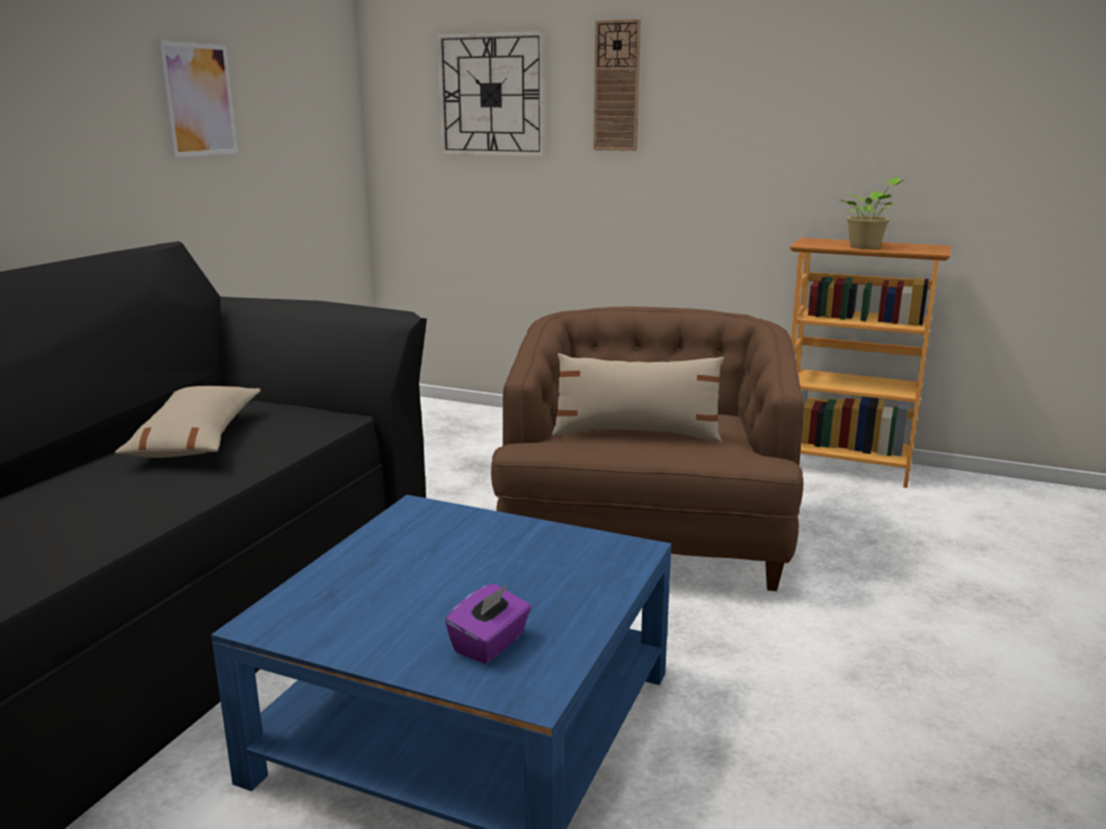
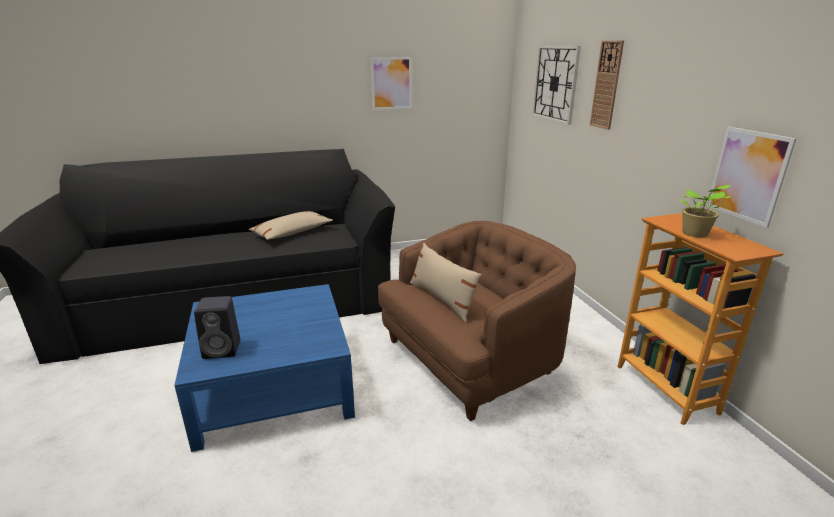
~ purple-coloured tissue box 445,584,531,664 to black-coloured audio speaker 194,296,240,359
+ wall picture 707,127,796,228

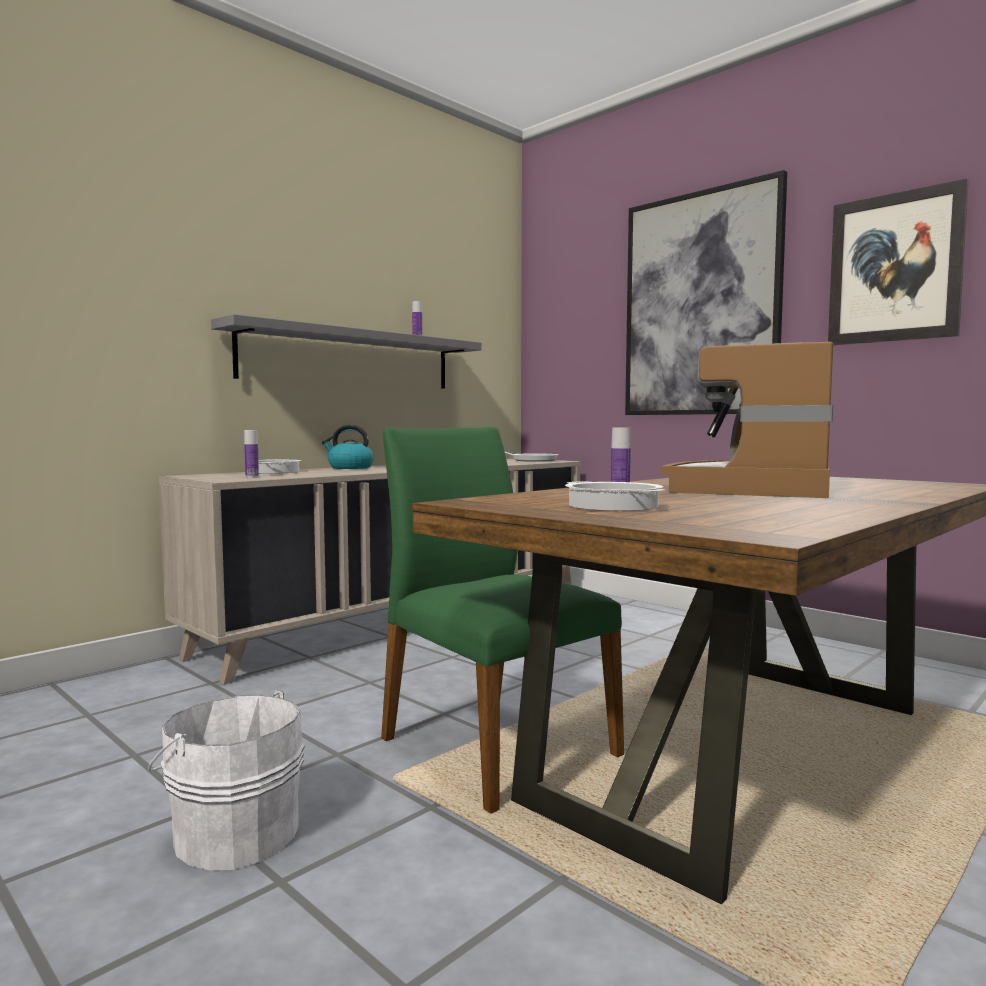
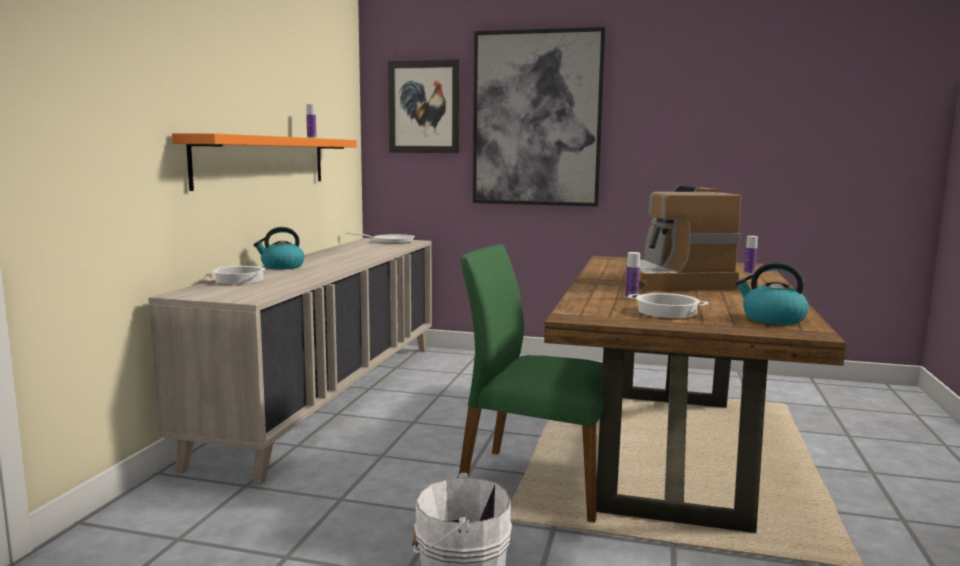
~ wall picture 828,179,969,345 to 388,60,460,153
~ gray wall shelf 211,314,481,389 to orangey wall shelf 172,133,357,191
~ beverage bottle 244,430,259,477 to 744,236,758,274
+ tea kettle 735,262,809,325

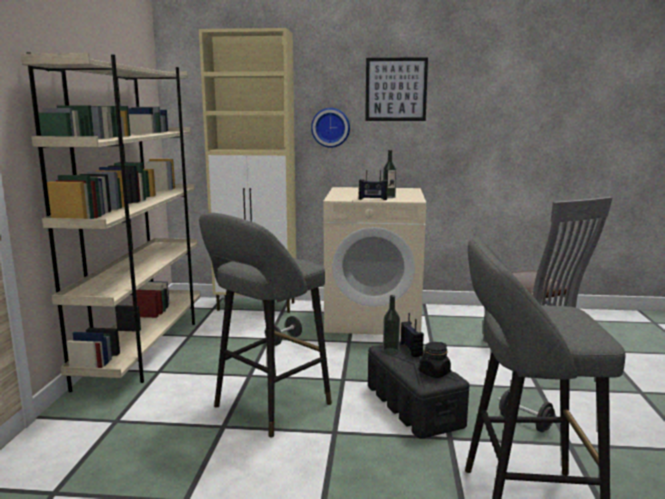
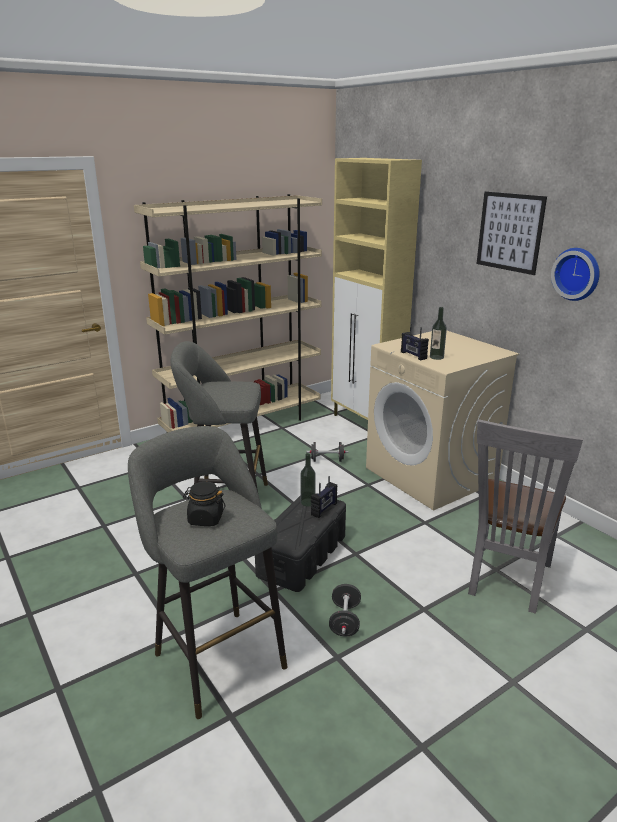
~ hanging clock 311,108,350,148 to 551,248,600,301
~ black-coloured preserve jar 419,342,451,378 to 183,481,226,526

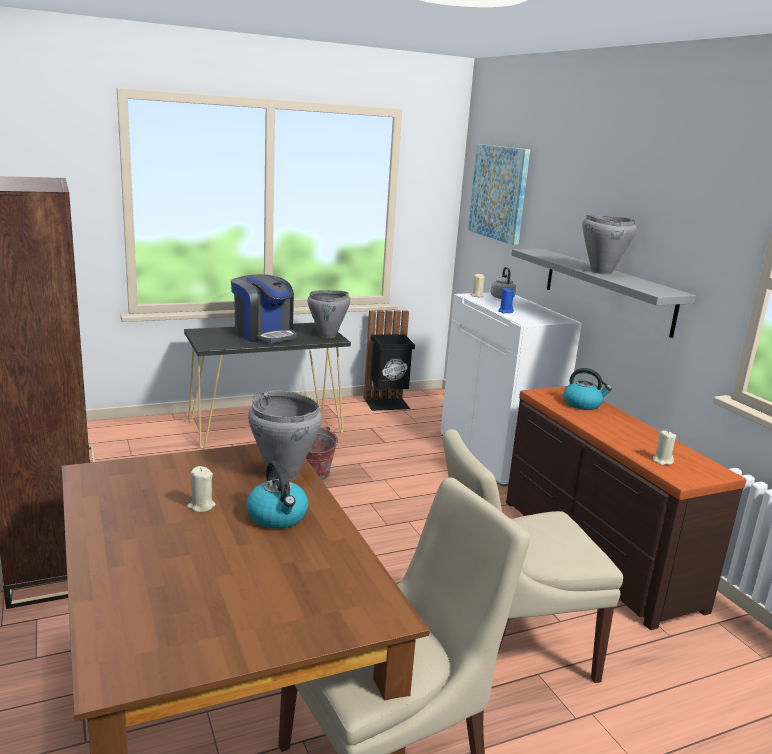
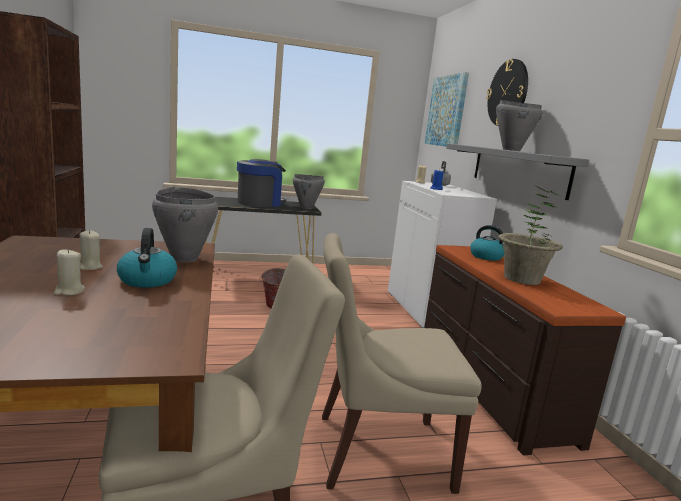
~ coffee machine 231,274,297,343 = 237,159,286,207 105 degrees counterclockwise
- black-coloured waste bin 364,311,415,411
~ sand-coloured candle 653,431,676,465 to 54,249,85,295
+ hanging clock 486,59,528,126
+ houseplant 498,185,563,285

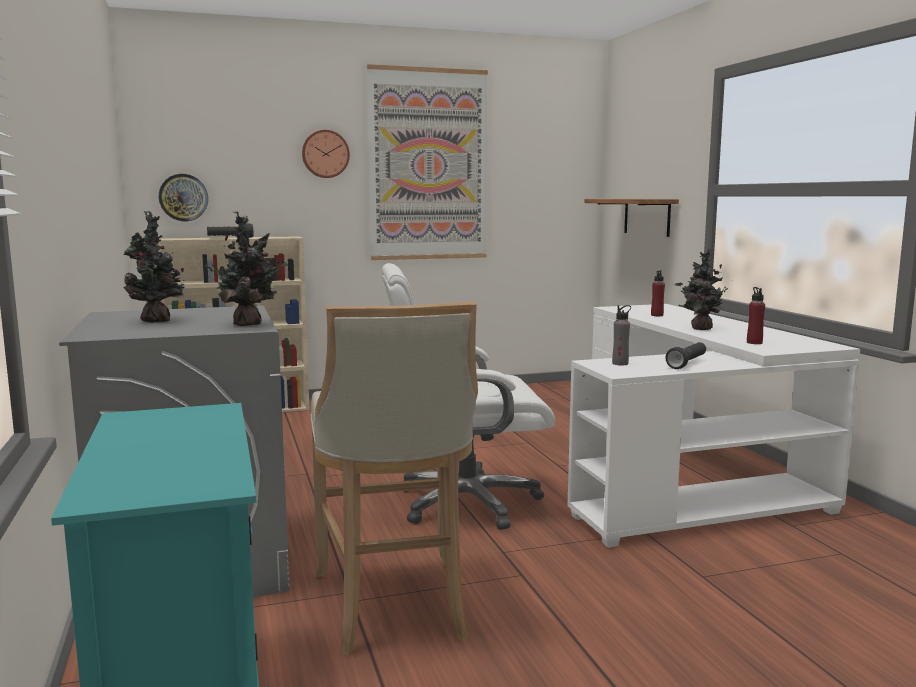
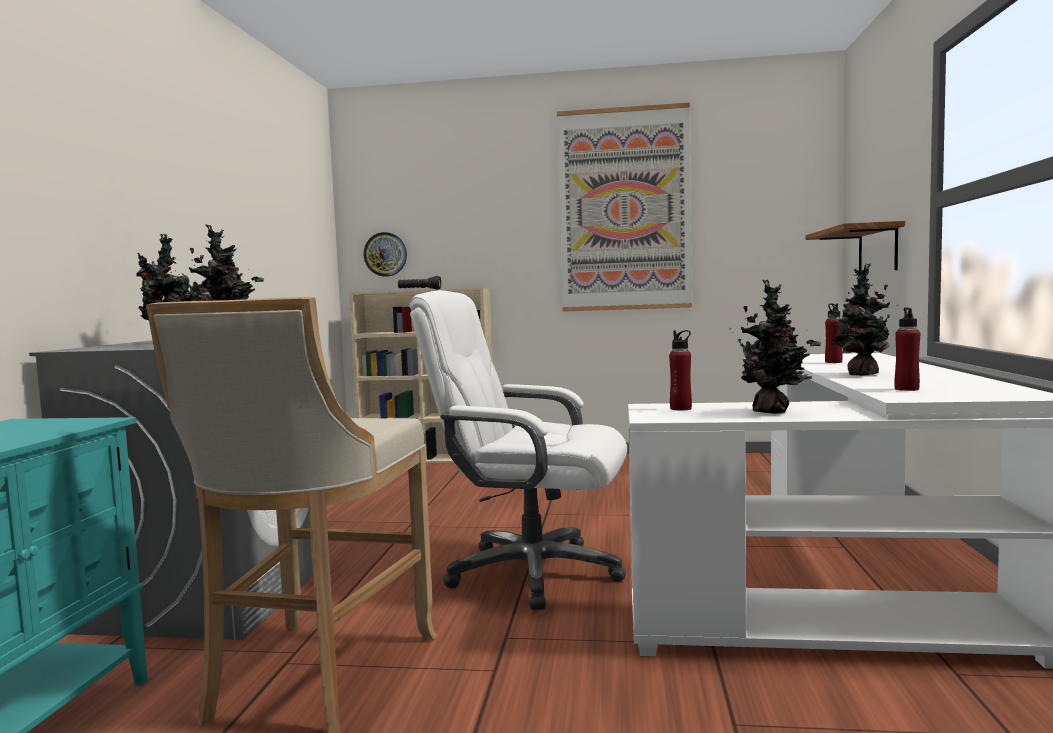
- hanging clock 302,130,350,178
~ gray beverage bottle 612,305,631,365 to reddish beverage bottle 669,330,692,410
~ black-coloured flashlight 665,342,706,369 to houseplant 730,279,821,414

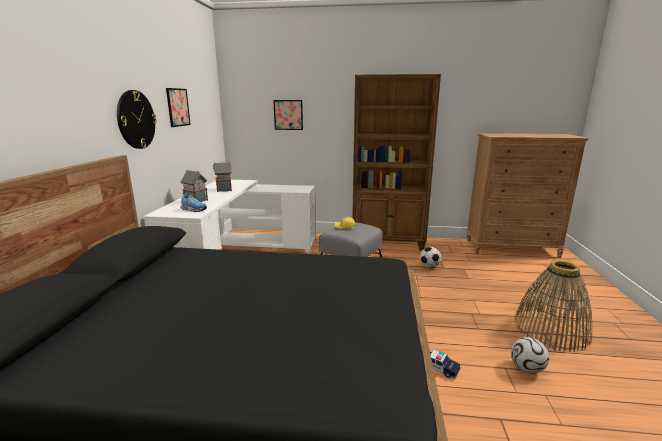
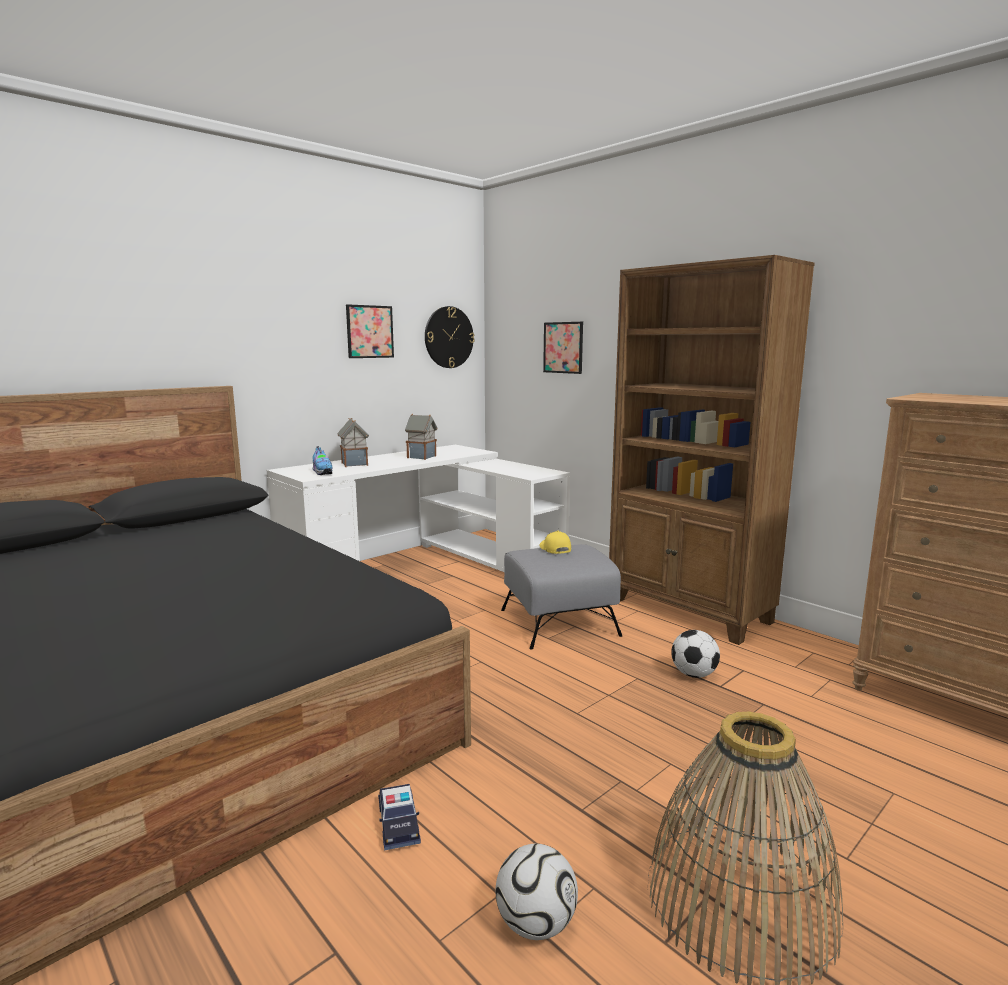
~ hanging clock 117,90,157,149 to 425,306,475,368

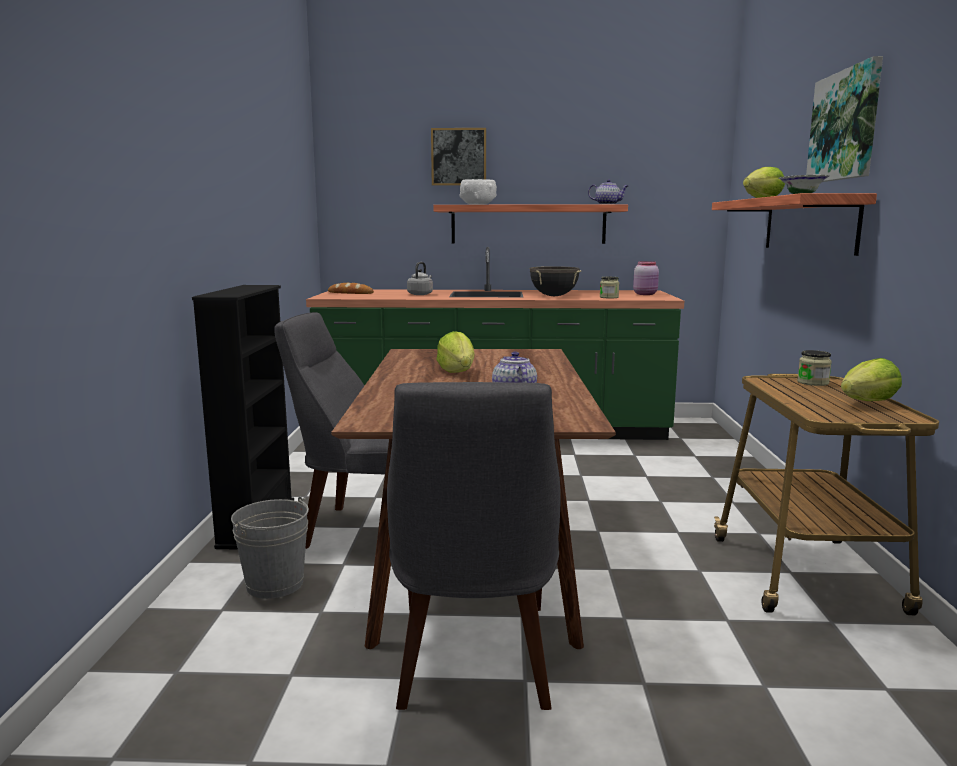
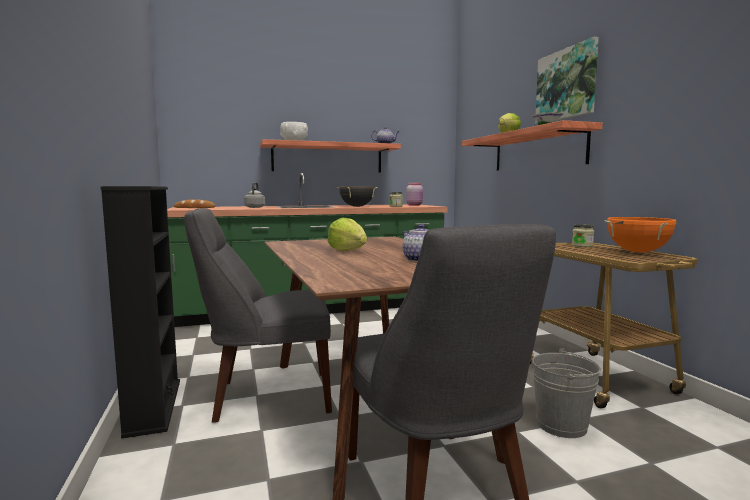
- wall picture 431,128,486,186
~ lettuce head 841,358,902,401 to orangey cooking pot 604,217,676,253
~ gray water bucket 231,497,309,599 to 532,348,601,438

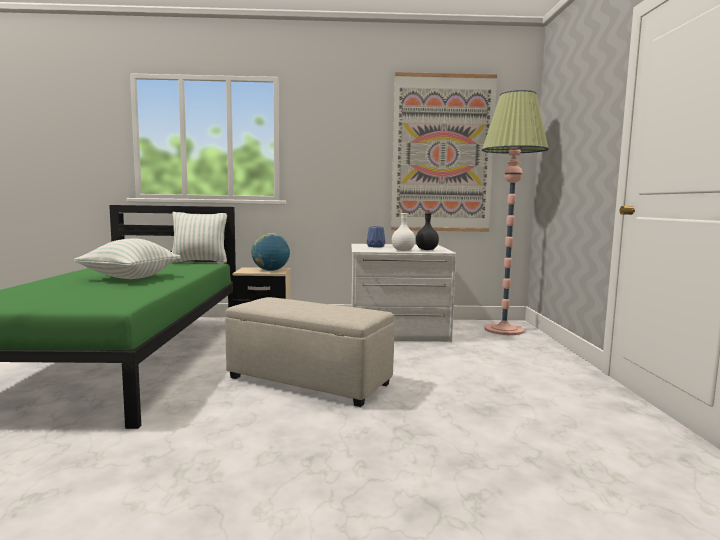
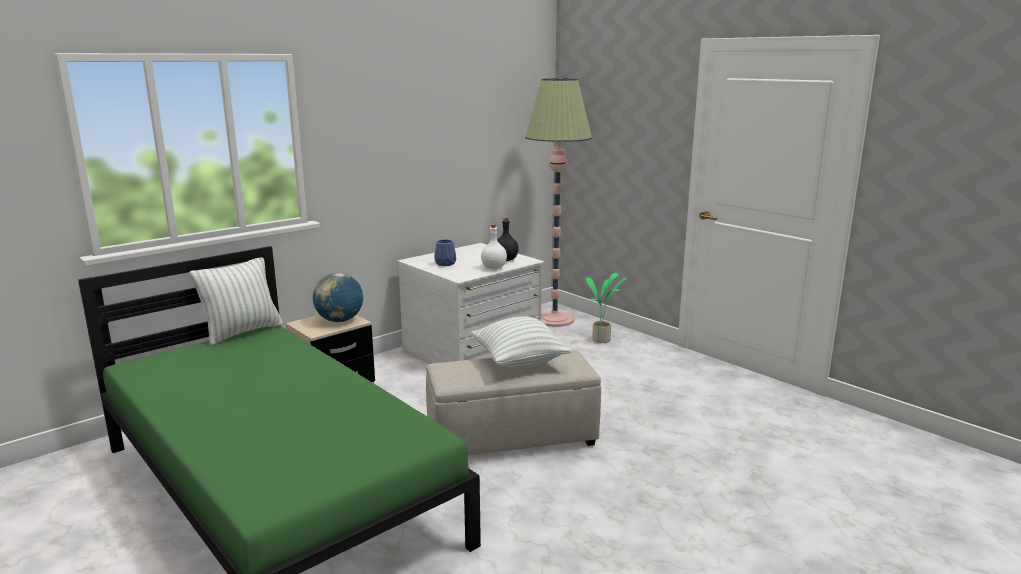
- wall picture 391,72,497,232
~ throw pillow 74,239,181,279 to 471,316,571,368
+ houseplant 586,273,626,343

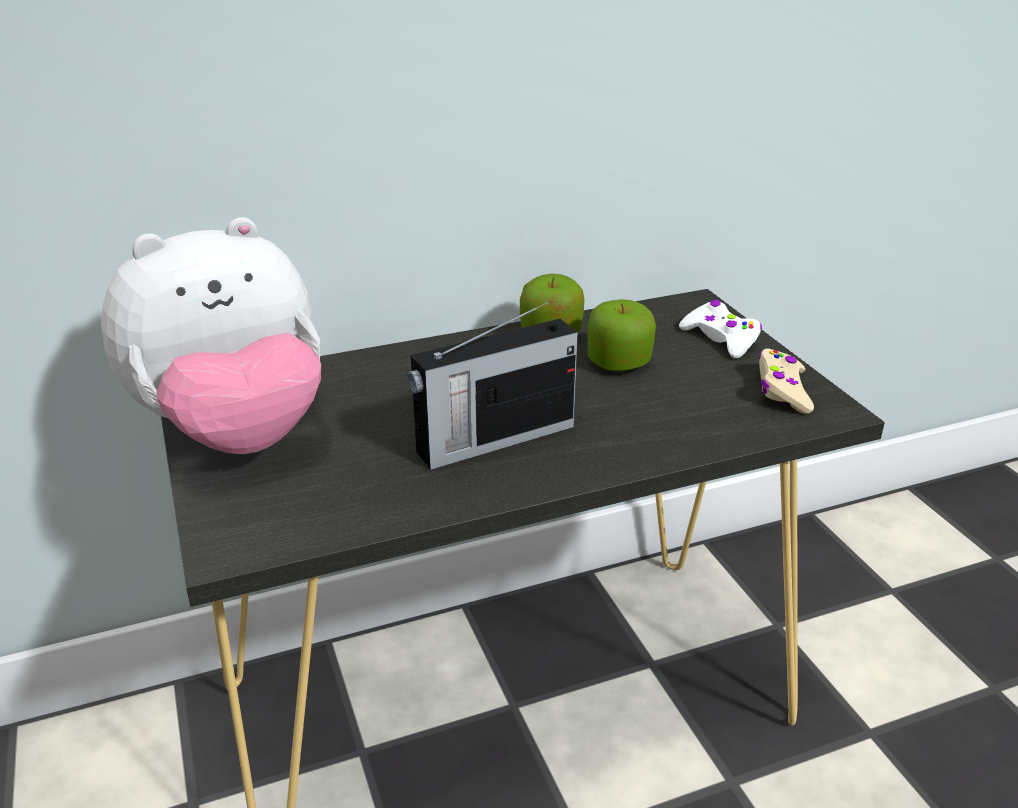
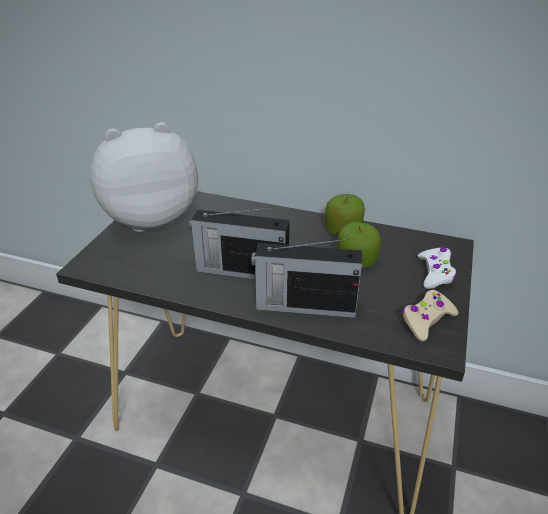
~ cuddly toy 101,217,321,454 = 90,122,198,232 150 degrees clockwise
+ radio set 251,239,362,318

